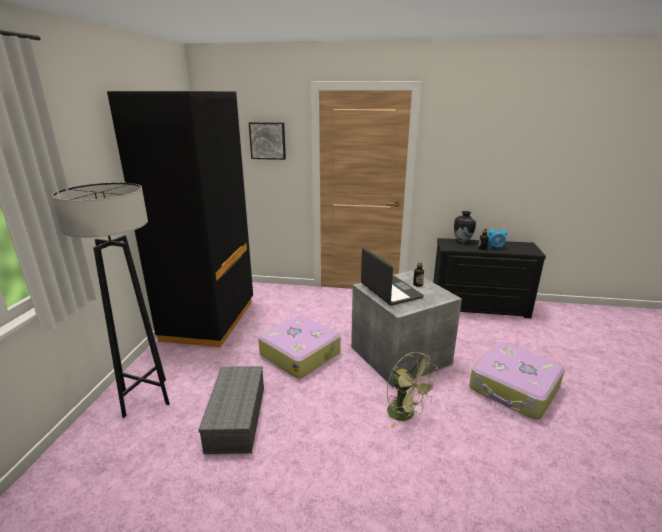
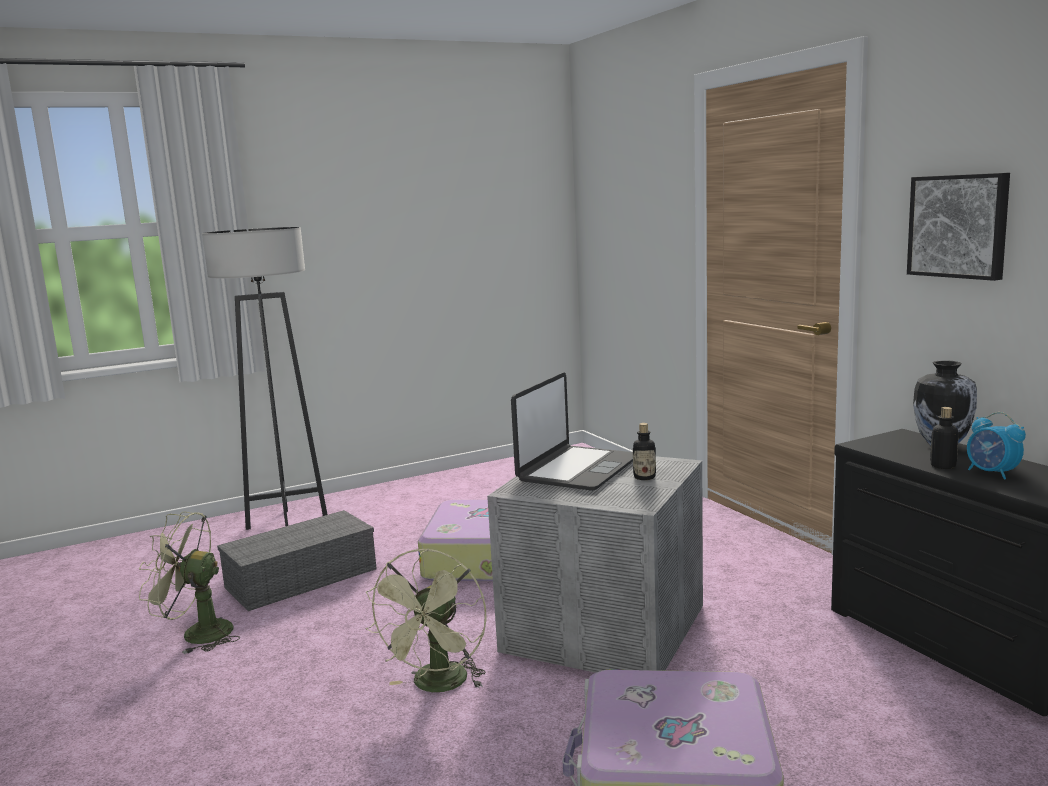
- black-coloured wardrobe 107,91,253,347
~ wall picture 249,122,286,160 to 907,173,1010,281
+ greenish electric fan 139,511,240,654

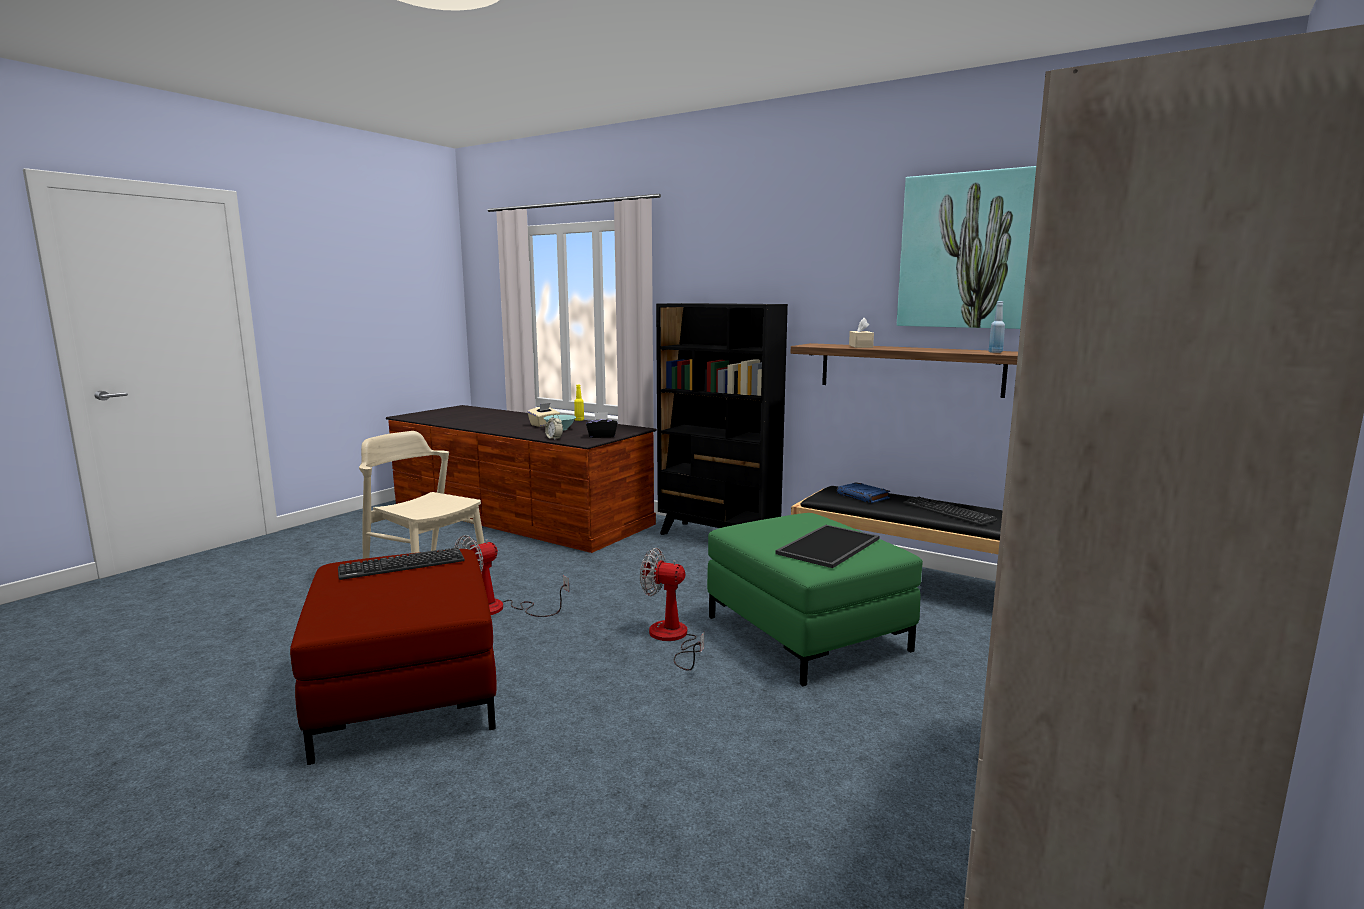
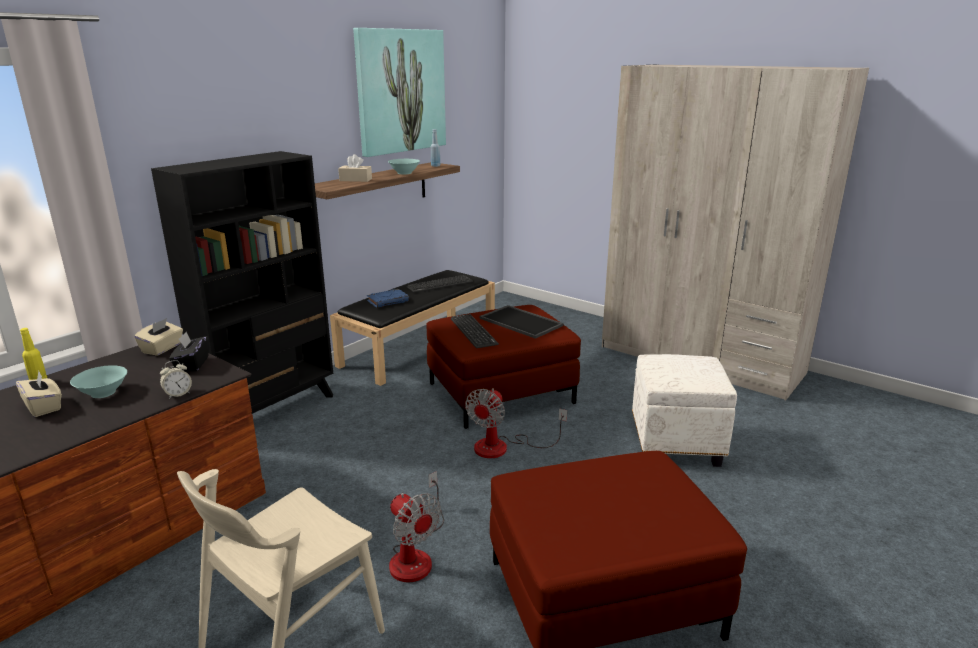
~ greenish pouffe 707,513,923,686 to reddish pouffe 426,305,581,429
~ PC keyboard 338,547,465,580 to 451,314,499,348
+ turquoise serving bowl 388,159,420,174
+ sand-coloured tissue box 134,318,183,356
+ white pouffe 632,354,737,467

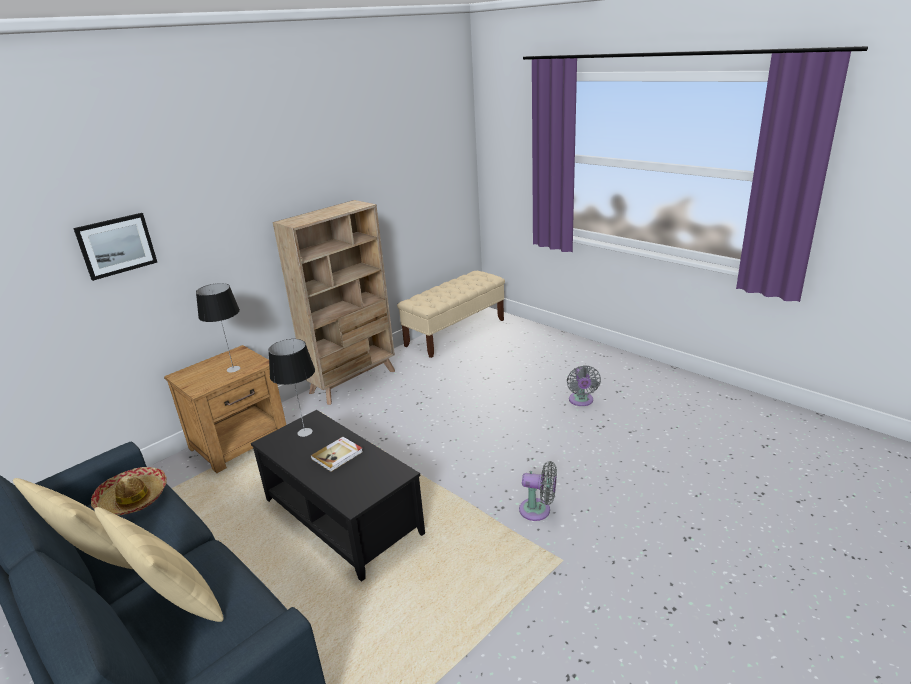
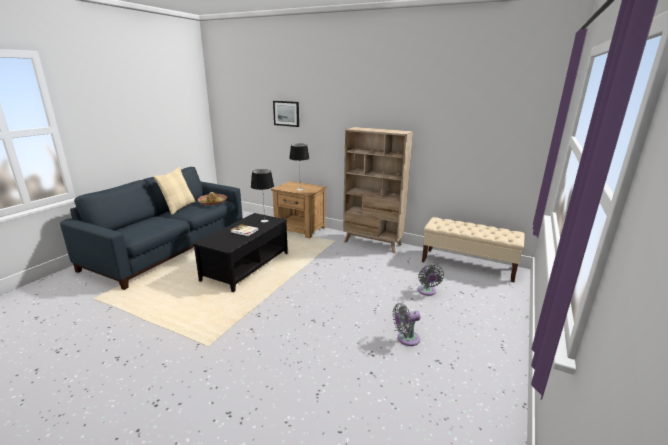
~ gray electric fan 519,461,557,521 to 417,264,444,296
- sand-coloured throw pillow 94,507,224,622

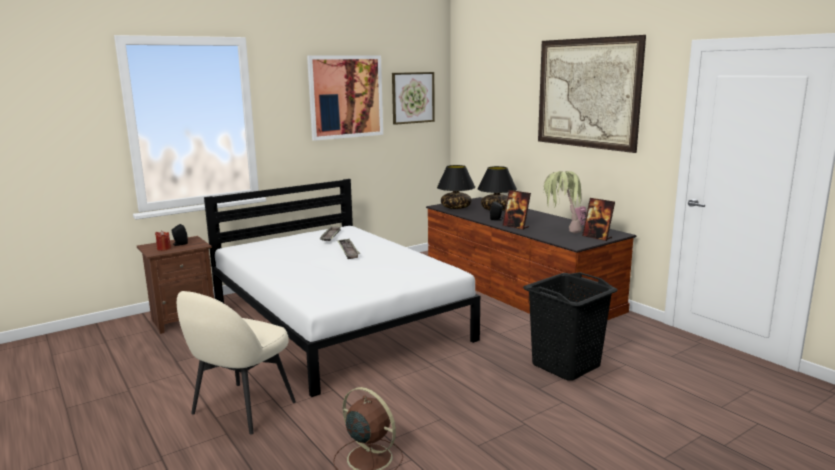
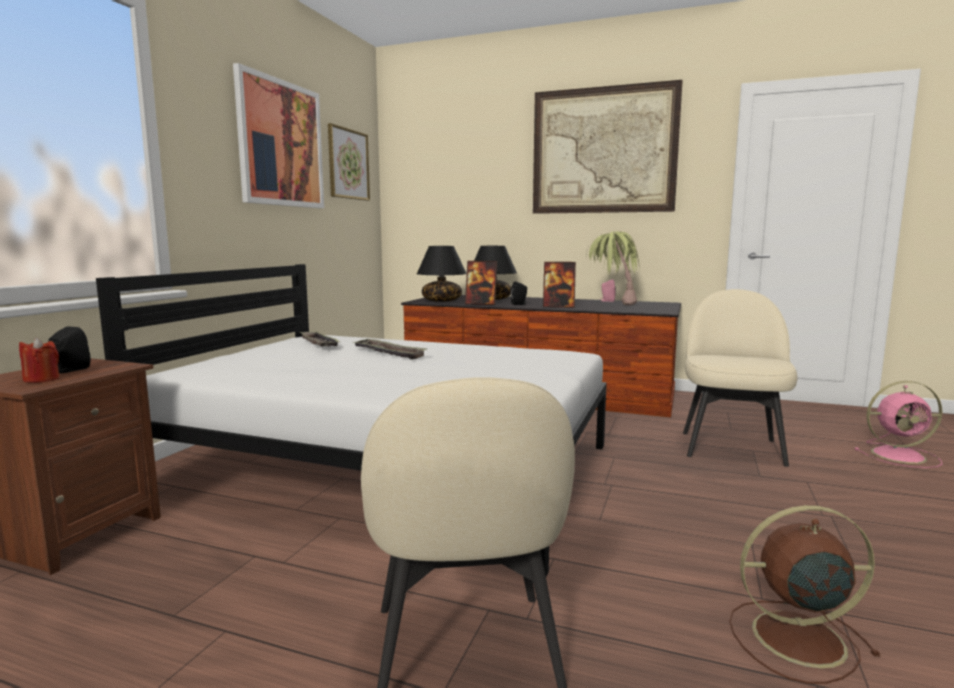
~ photo frame 582,198,615,241 to 465,261,497,305
~ black-coloured laundry basket 523,272,618,381 to sand-coloured chair 683,289,798,467
+ pink electric fan 855,381,943,468

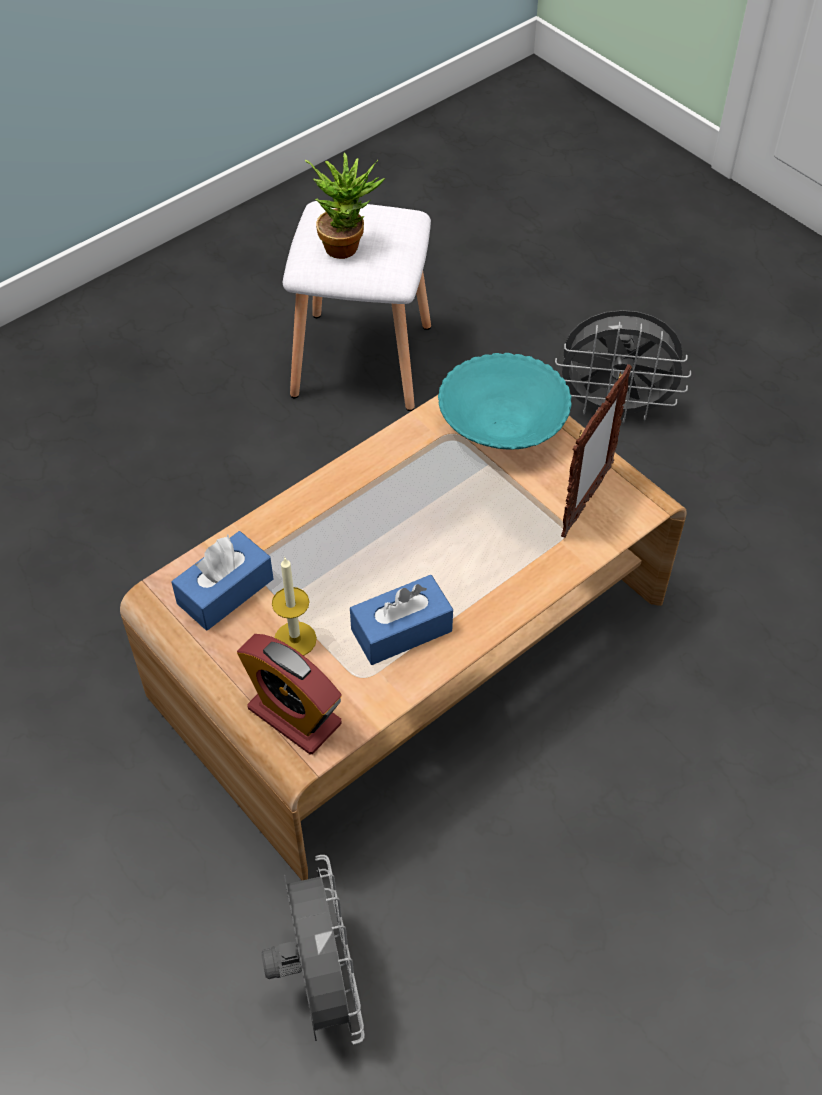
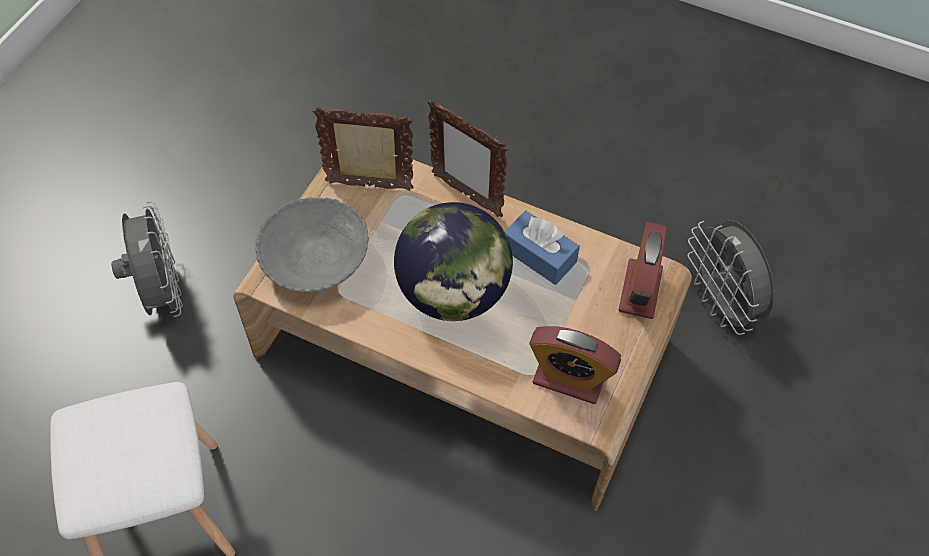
- houseplant 305,153,385,259
~ turquoise serving bowl 438,353,572,450 to gray serving bowl 255,197,369,293
~ bluish tissue box 172,531,273,630 to alarm clock 529,326,621,404
- candle 272,557,317,656
~ gray electric fan 261,855,365,1045 = 687,220,775,335 75 degrees counterclockwise
+ photo frame 428,100,508,217
+ world globe 394,202,513,321

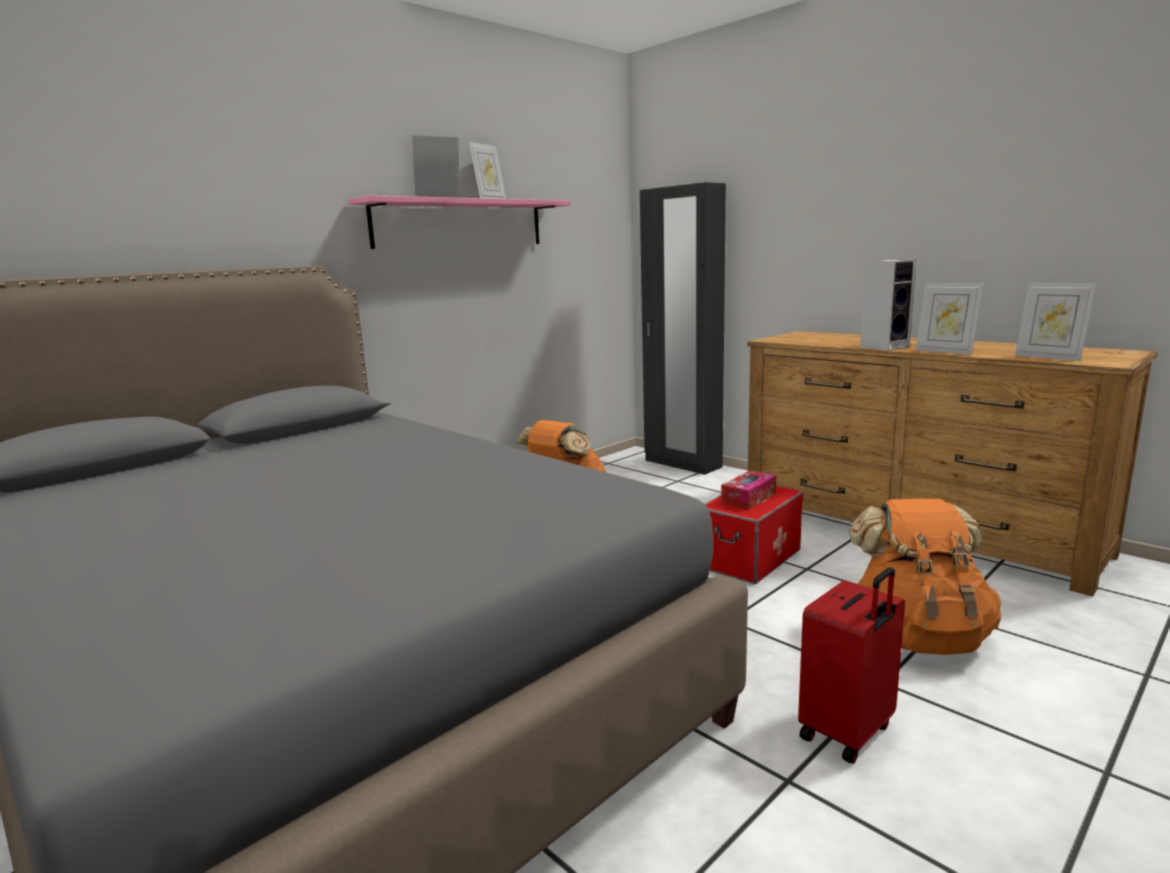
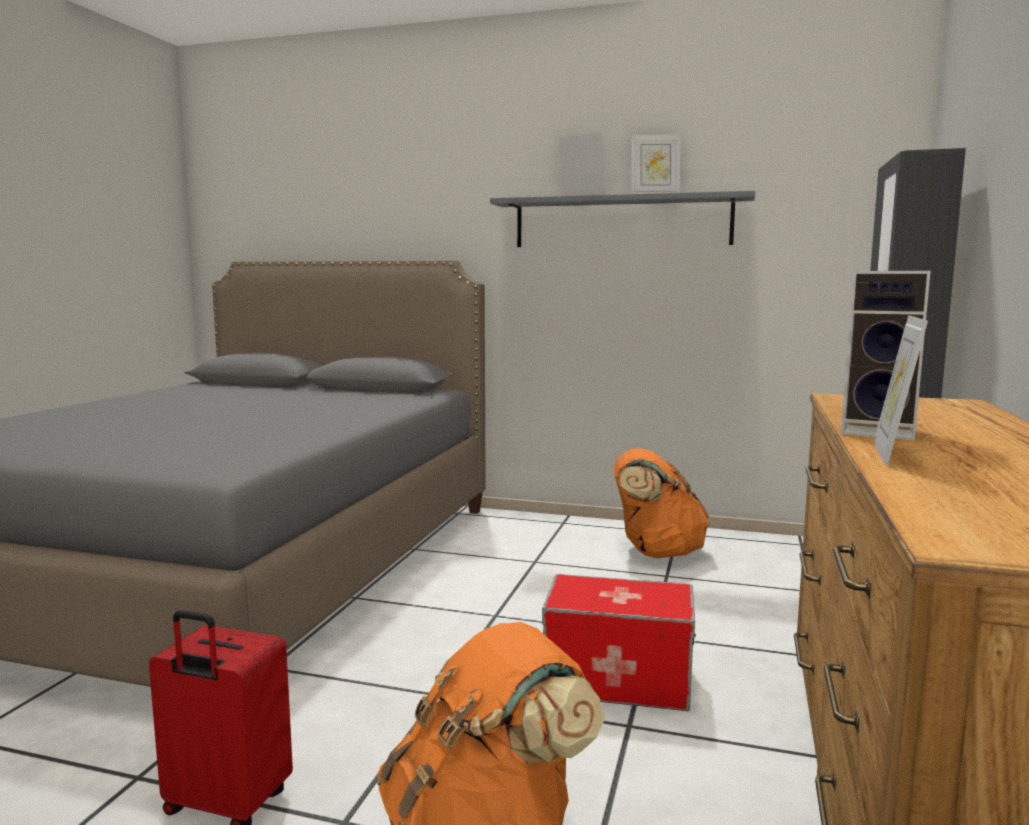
~ pink wall shelf 348,195,571,249 to gray wall shelf 490,191,755,247
- photo frame 1015,282,1097,361
- tissue box 721,470,776,510

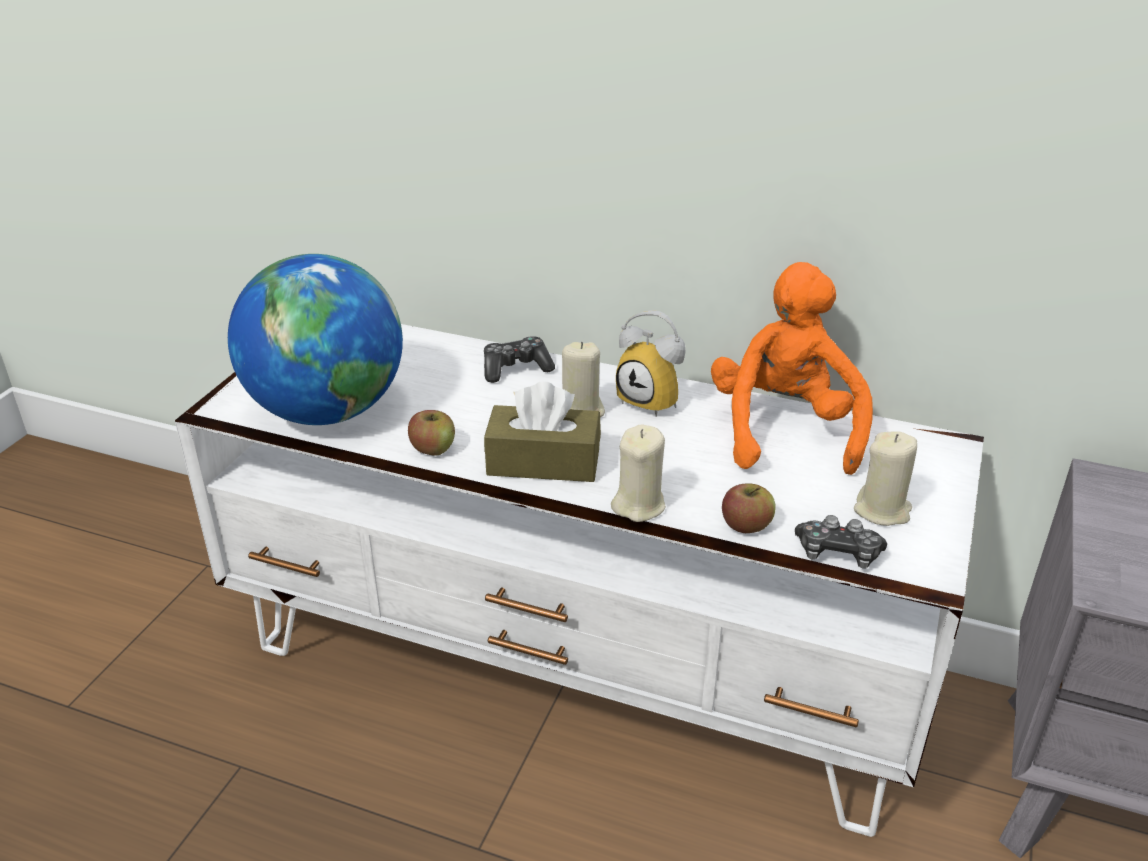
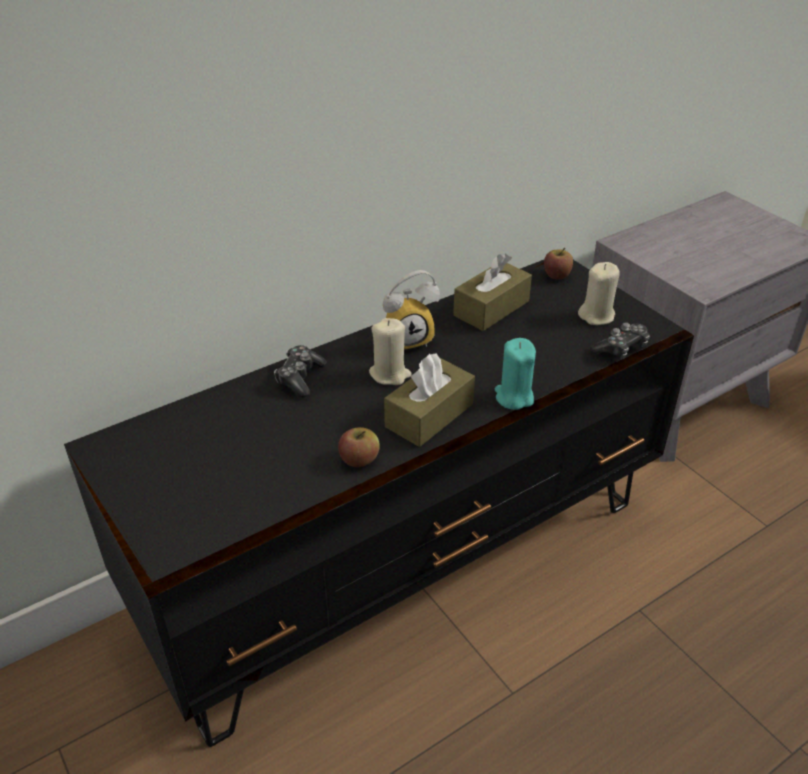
- world globe 228,254,403,425
~ orangey cuddly toy 711,262,873,475 to brown-coloured tissue box 453,254,532,331
~ white tv stand 175,324,984,837 to black-coloured tv stand 64,260,694,747
~ sand-coloured candle 611,424,666,522 to turquoise candle 495,338,536,410
~ whole apple 722,483,776,533 to 544,248,573,280

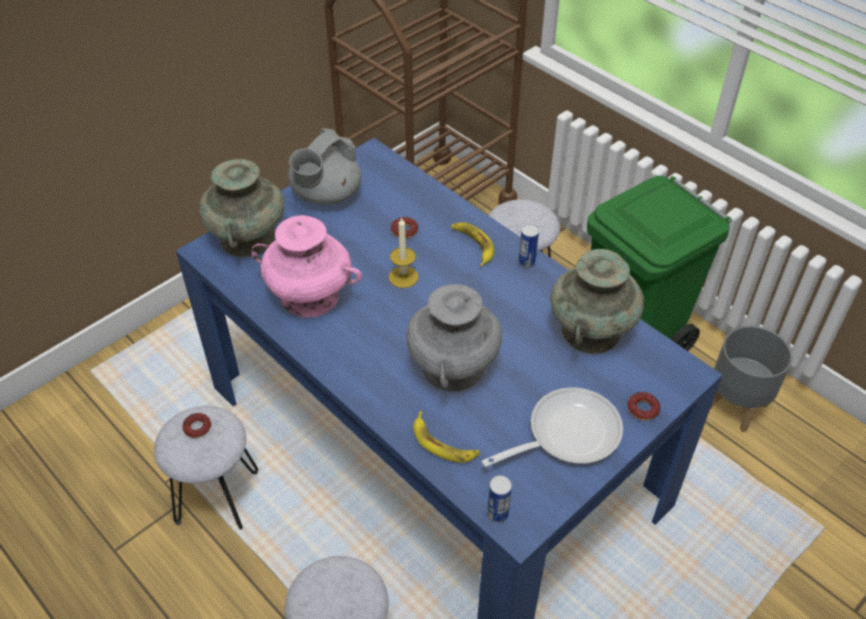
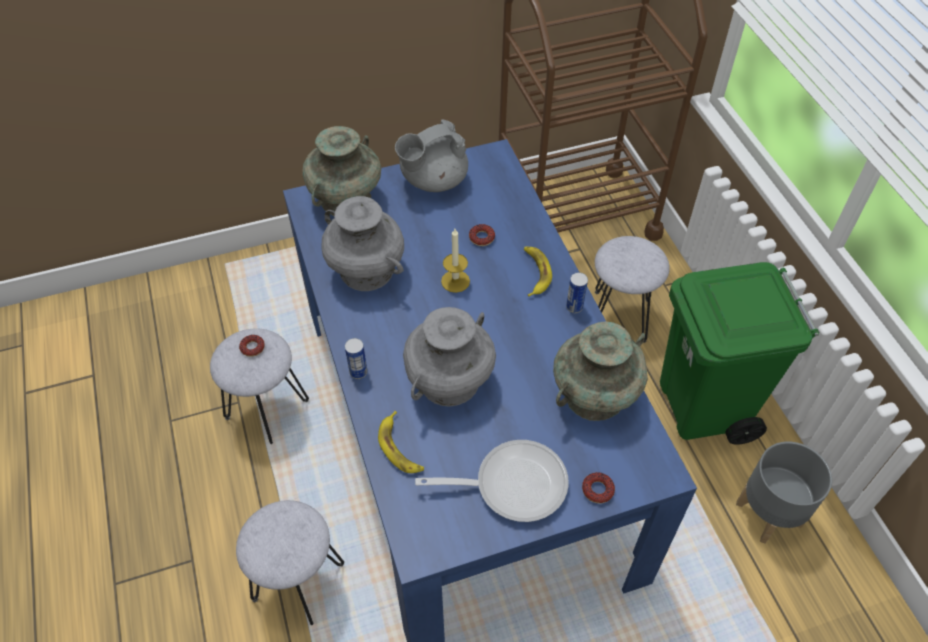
~ pink vase 252,215,362,318 to gray vase 321,196,404,291
~ metal can 487,475,512,523 to 345,338,368,379

